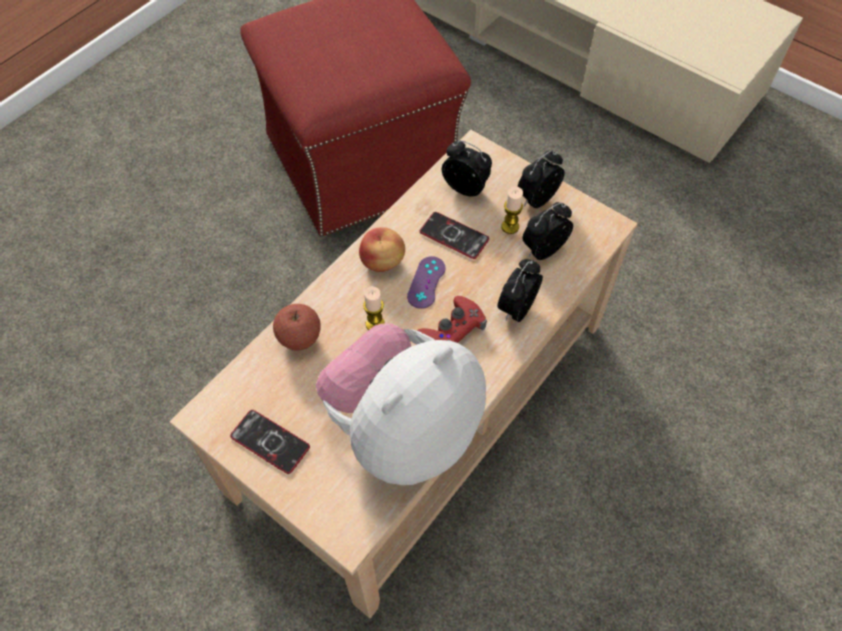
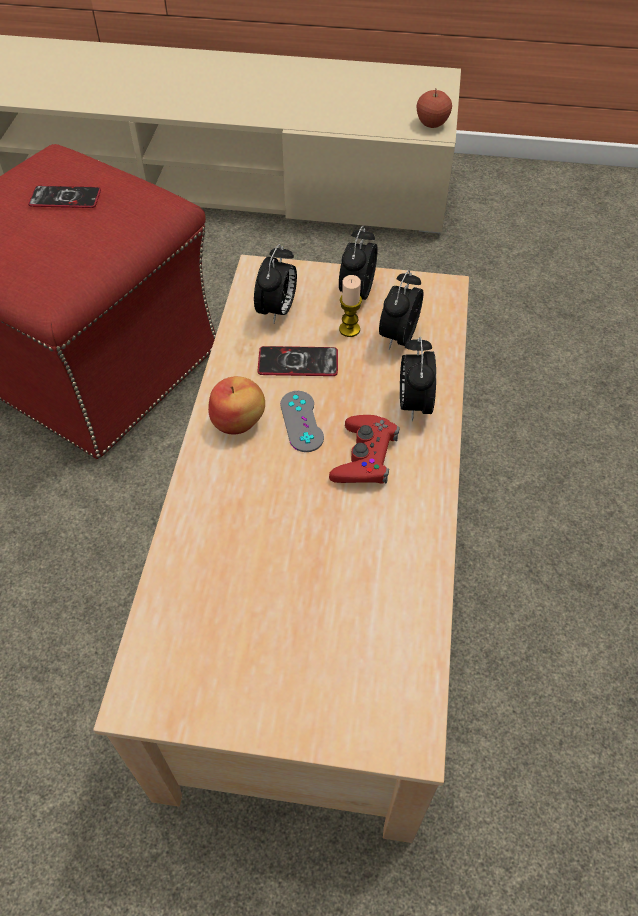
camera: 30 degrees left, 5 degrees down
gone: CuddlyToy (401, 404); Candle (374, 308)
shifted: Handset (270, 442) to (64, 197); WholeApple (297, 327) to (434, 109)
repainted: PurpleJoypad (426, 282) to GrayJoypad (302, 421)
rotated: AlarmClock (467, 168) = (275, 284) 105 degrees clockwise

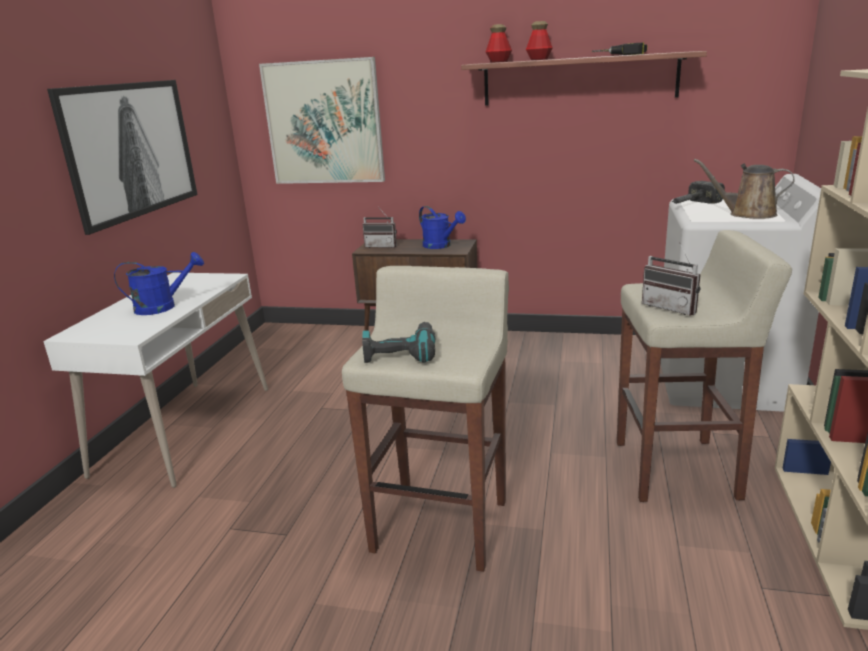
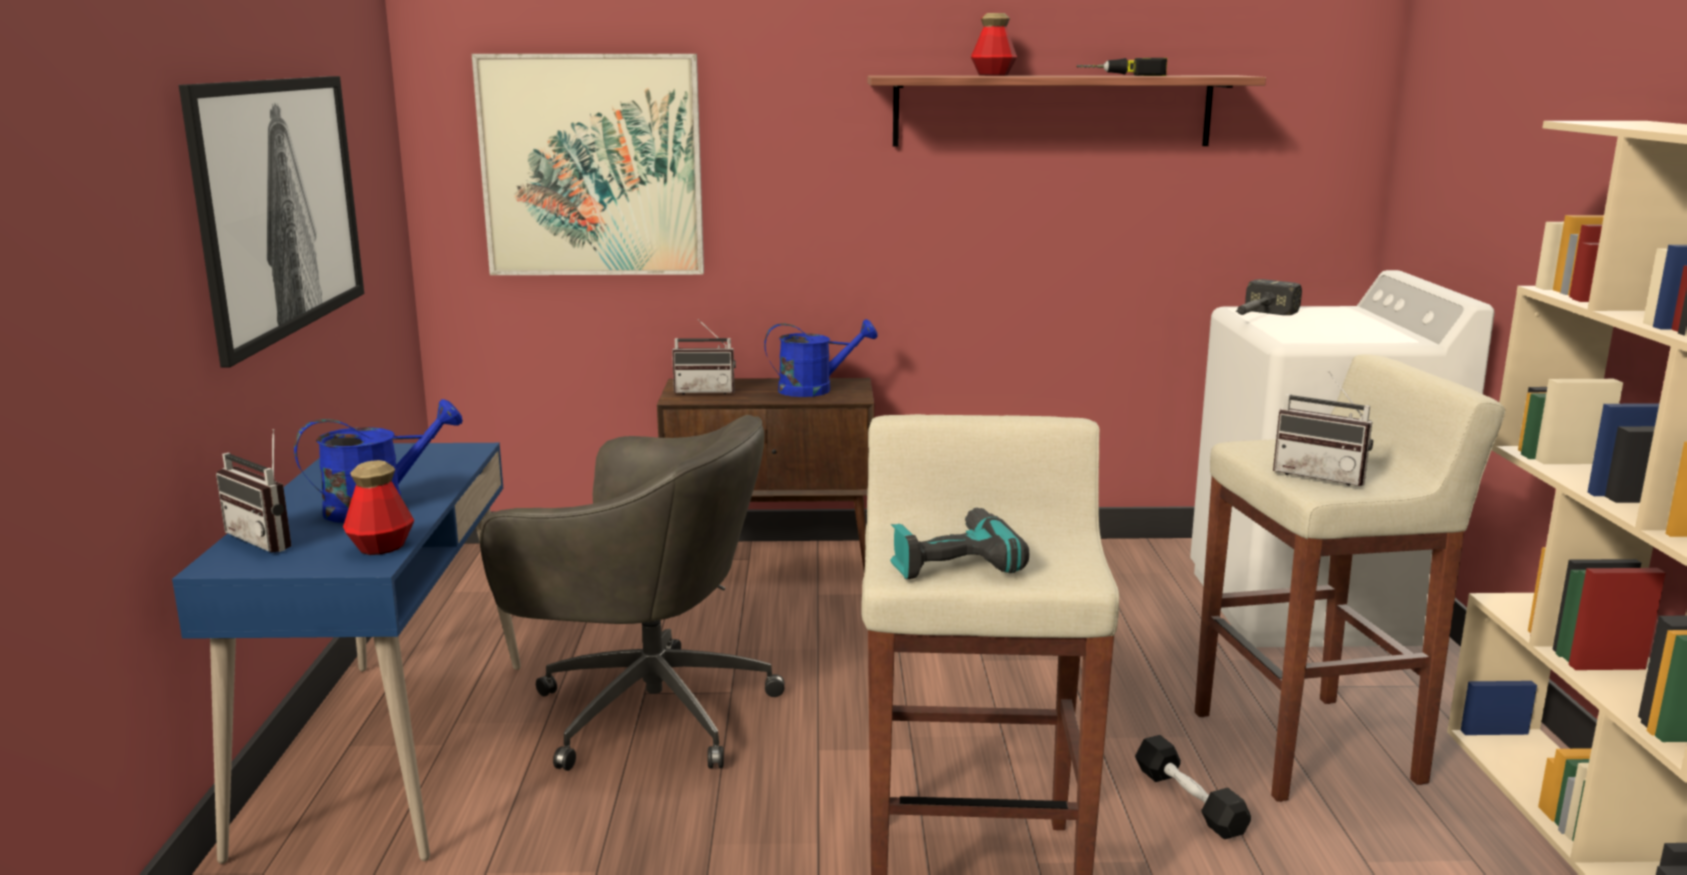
camera: 15 degrees left, 5 degrees down
gone: BrownishSprinklingCan (744, 189)
new: Radio (254, 491); GrayOfficeChair (632, 593); BlackColouredFreeWeight (1193, 787)
shifted: DrinkBottle (499, 43) to (379, 507)
repainted: WhiteDesk (155, 380) to BlueColouredDesk (346, 653)
rotated: BlueColouredSprinklingCan (442, 227) = (820, 358) 45 degrees counterclockwise

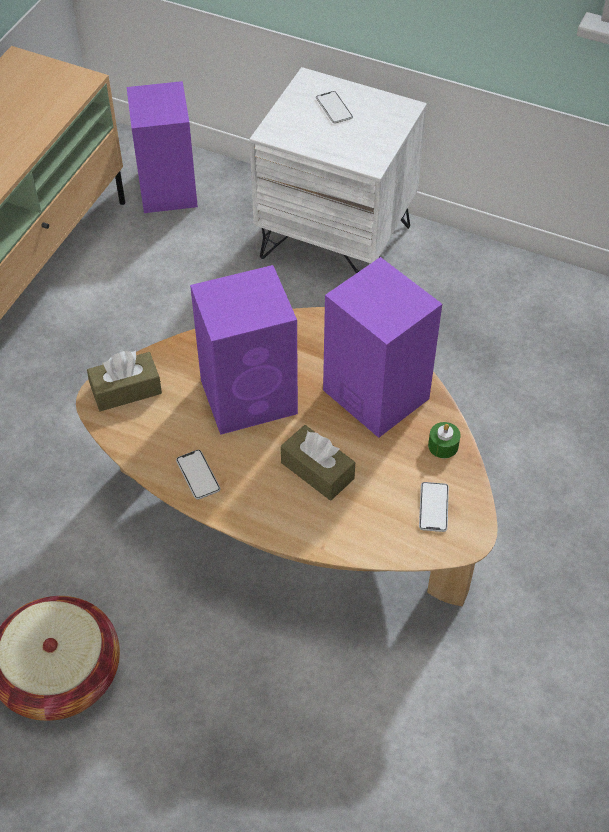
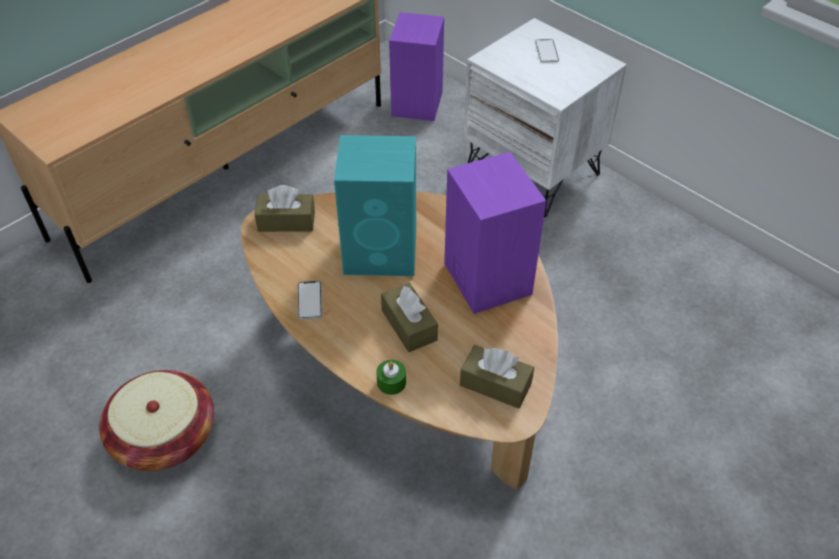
camera: 20 degrees right, 5 degrees down
shifted: GreenCandle (444, 440) to (391, 377)
swapped: Handset (434, 507) to BrownishTissueBox (497, 377)
repainted: PurpleLoudspeaker (244, 350) to TurquoiseLoudspeaker (375, 205)

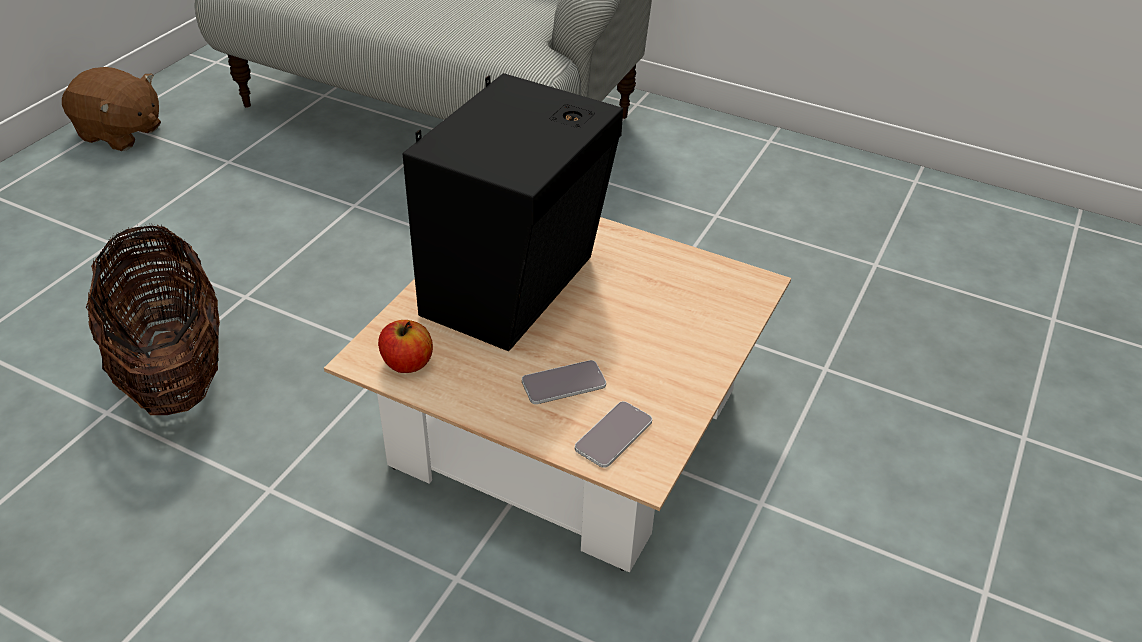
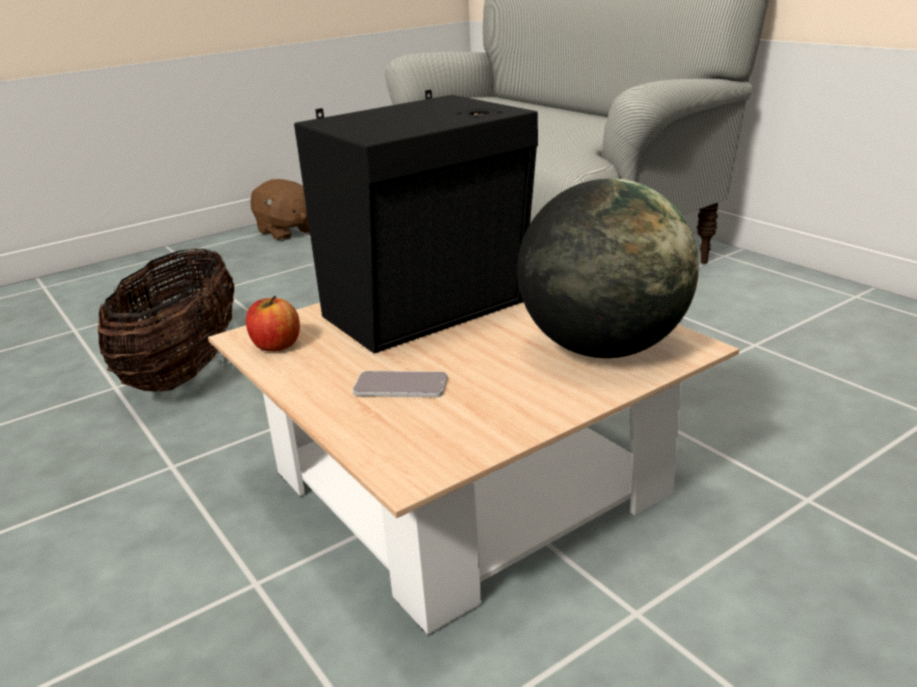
camera: 30 degrees right, 15 degrees down
gone: Handset (613, 434)
new: DeskGlobe (608, 268)

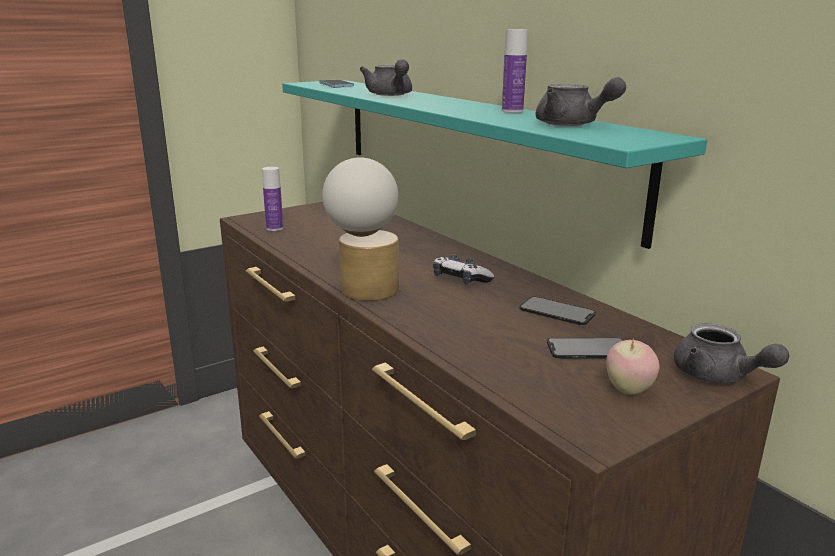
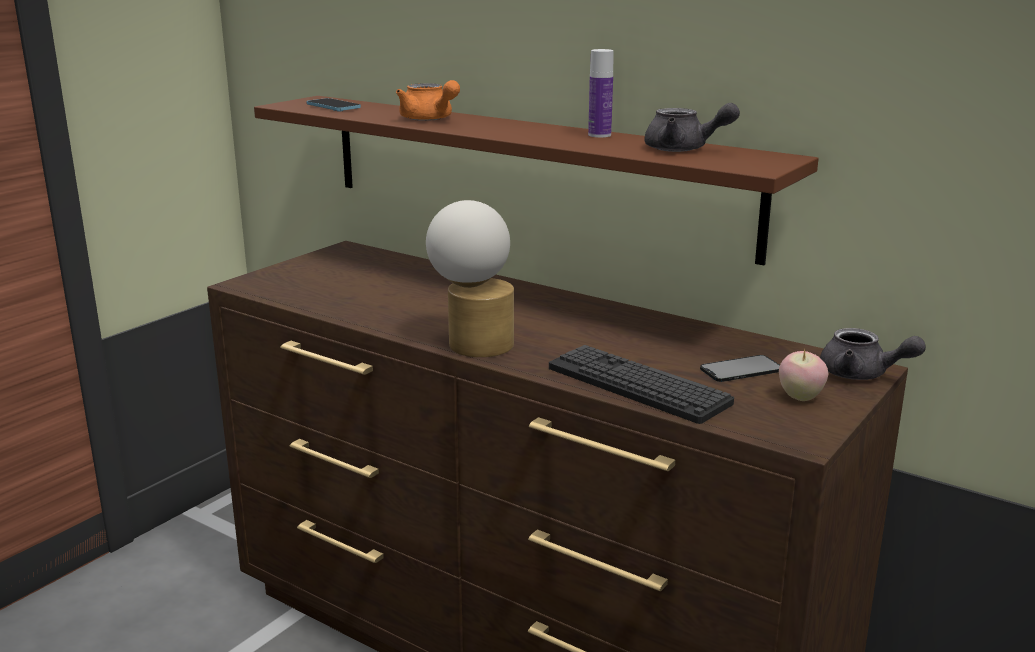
camera: 20 degrees left, 0 degrees up
gone: DrinkBottle (272, 199); Joypad (464, 269); Handset (558, 311)
new: PcKeyboard (641, 384)
repainted: TurquoiseShelf (494, 164) to BrownishShelf (536, 180); GrayTeaPot (386, 77) to OrangeColouredTeaPot (428, 100)

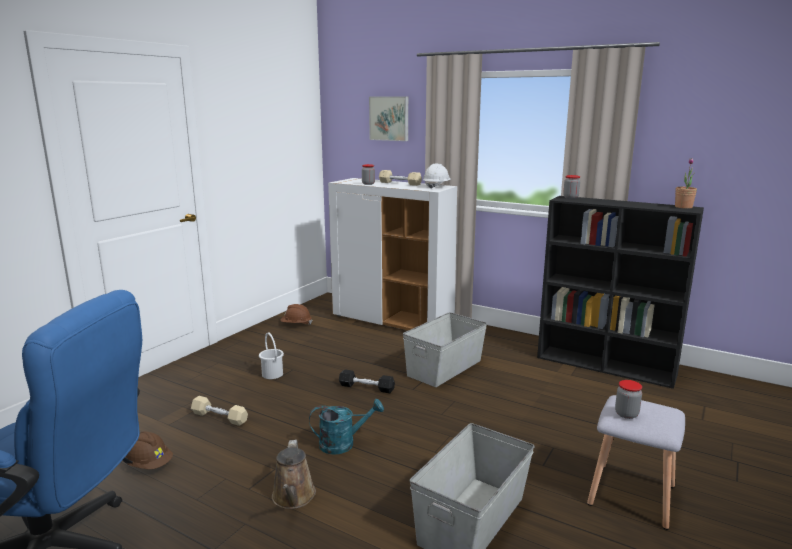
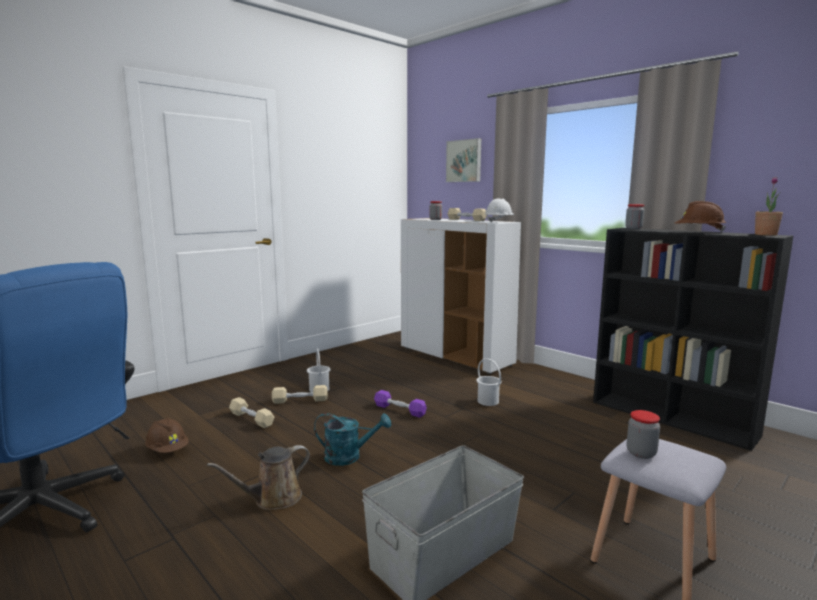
camera: 15 degrees right, 5 degrees down
new: BeigeColouredFreeWeight (300, 394)
shifted: BrownishHardHat (296, 314) to (700, 217)
swapped: GrayStorageBin (445, 349) to WhiteBucket (489, 382)
repainted: BlackColouredFreeWeight (367, 381) to PurpleFreeWeight (400, 404)
rotated: BrownishSprinklingCan (294, 474) = (258, 477) 45 degrees clockwise

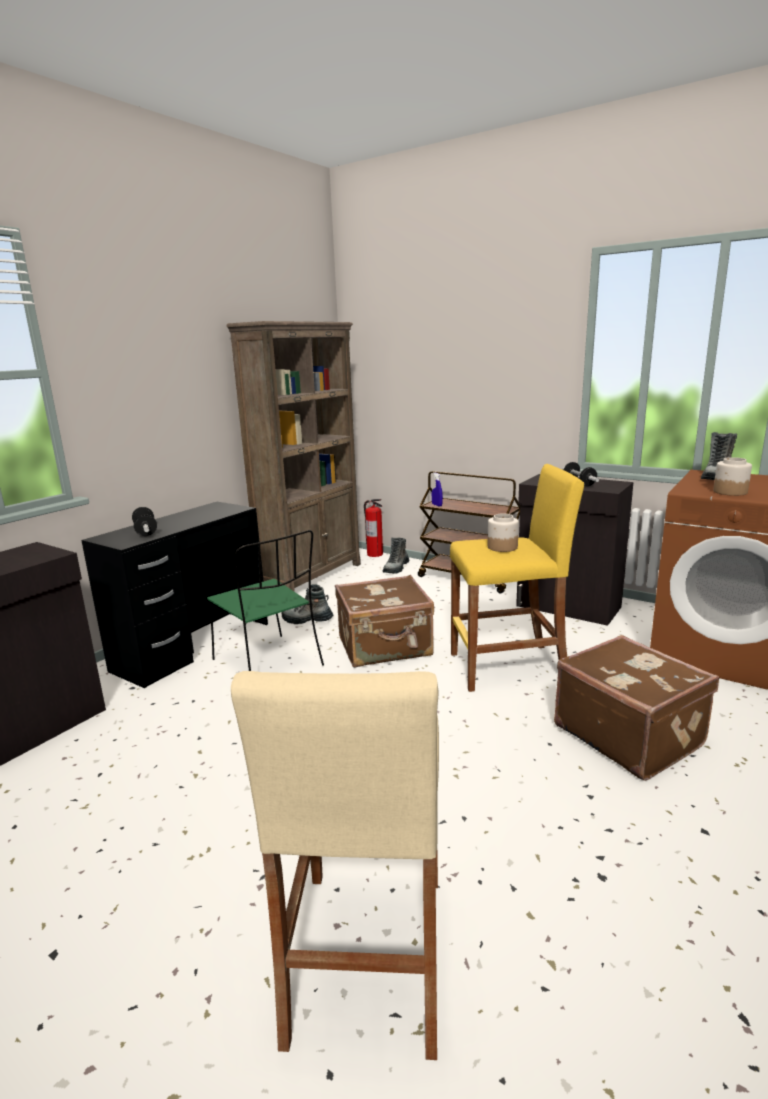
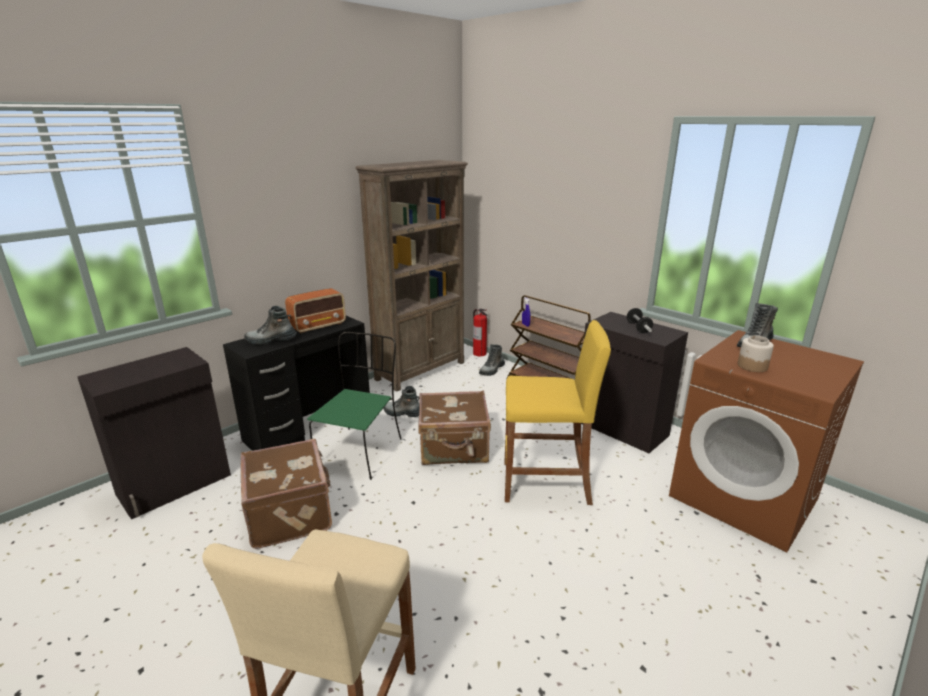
camera: 10 degrees right, 5 degrees up
gone: Jar (503, 533)
new: Radio (315, 311)
shifted: BrownishPieceOfLuggage (636, 708) to (286, 494)
swapped: FreeWeight (144, 521) to Boot (270, 325)
rotated: GreenUprightChair (265, 600) = (354, 406) 135 degrees counterclockwise

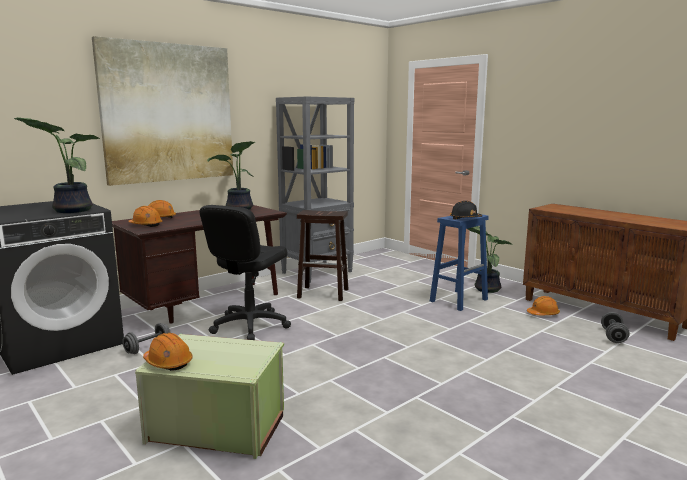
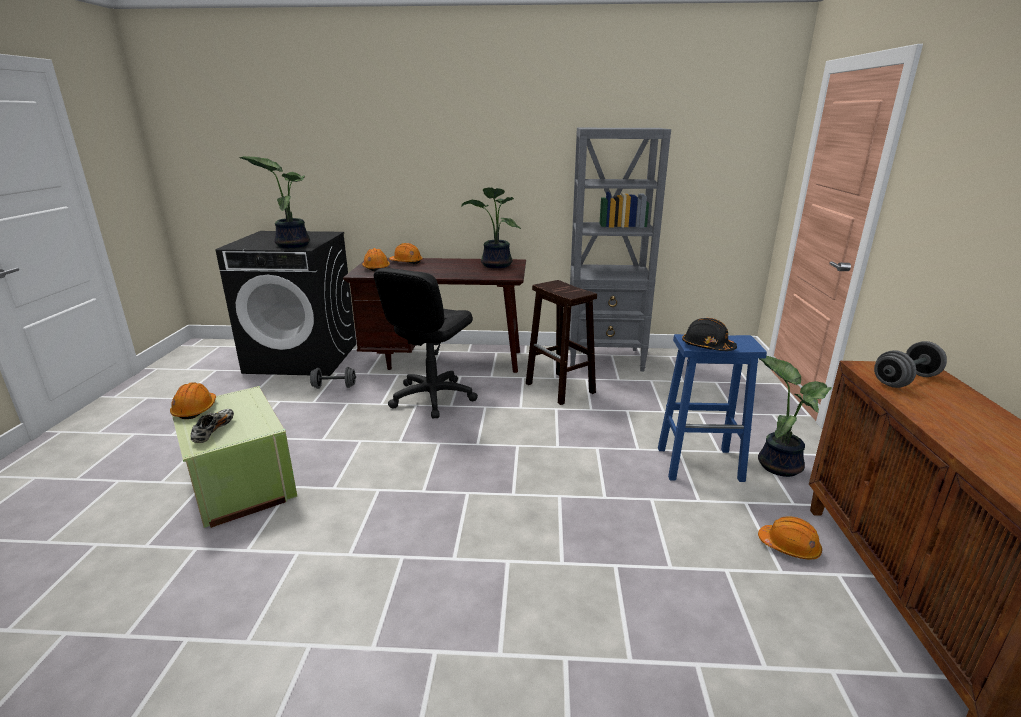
camera: 45 degrees right, 10 degrees up
gone: WallArt (162, 111)
new: ItemOfFootwear (212, 426)
shifted: GrayFreeWeight (615, 327) to (910, 364)
rotated: BlackColouredOfficeChair (245, 272) = (426, 343) 45 degrees counterclockwise

